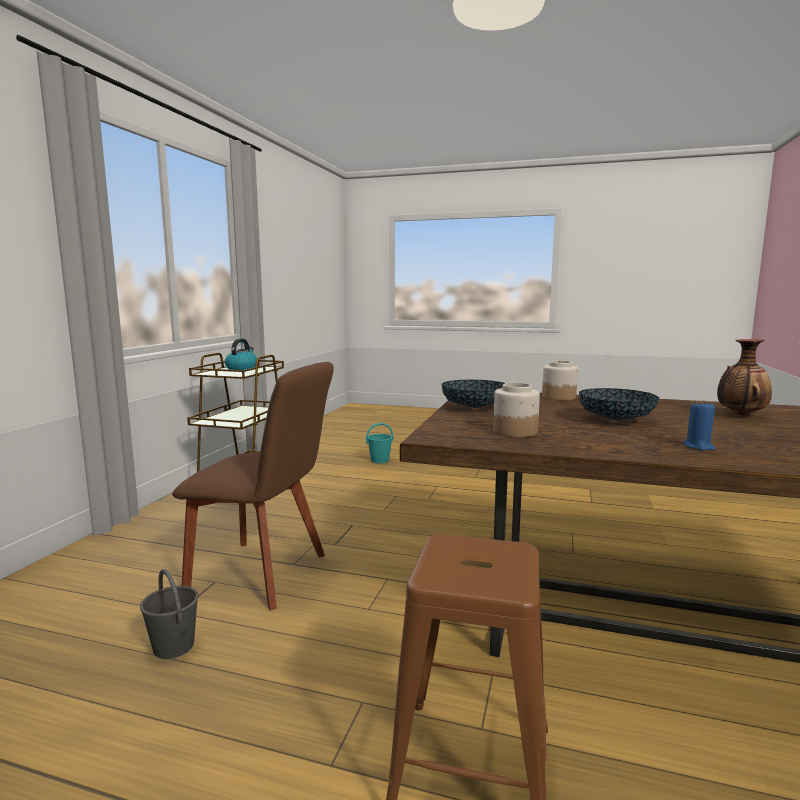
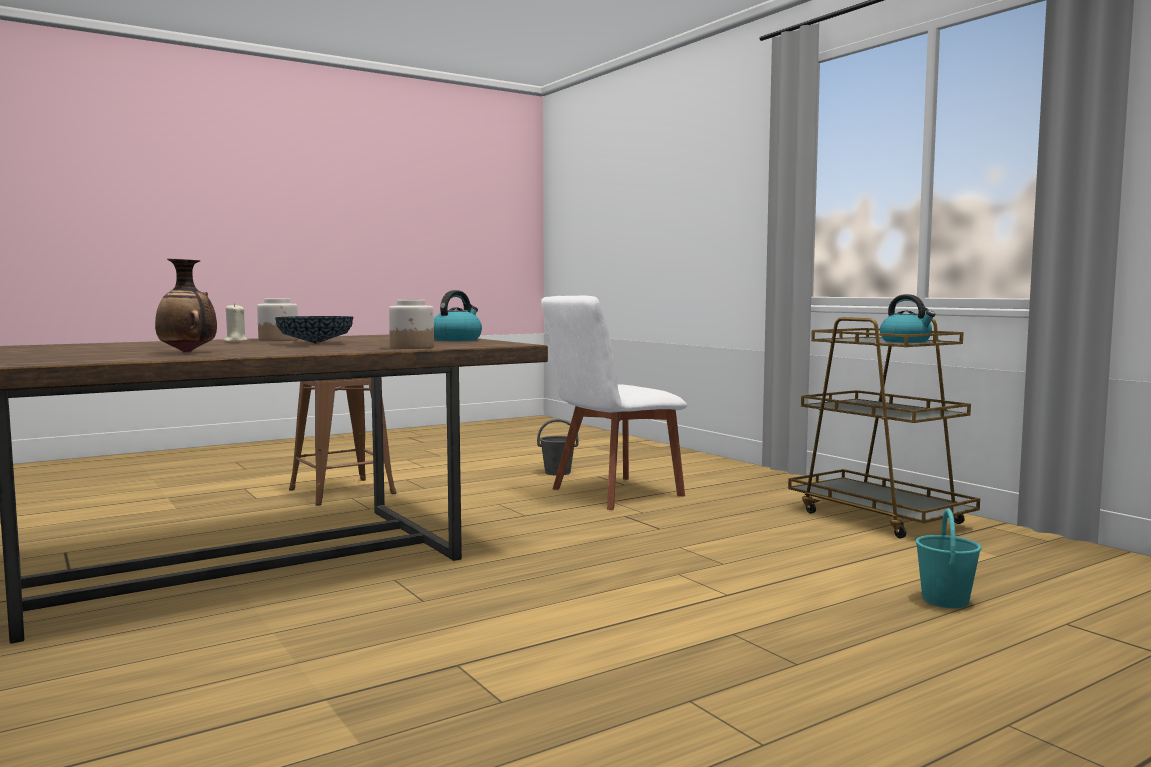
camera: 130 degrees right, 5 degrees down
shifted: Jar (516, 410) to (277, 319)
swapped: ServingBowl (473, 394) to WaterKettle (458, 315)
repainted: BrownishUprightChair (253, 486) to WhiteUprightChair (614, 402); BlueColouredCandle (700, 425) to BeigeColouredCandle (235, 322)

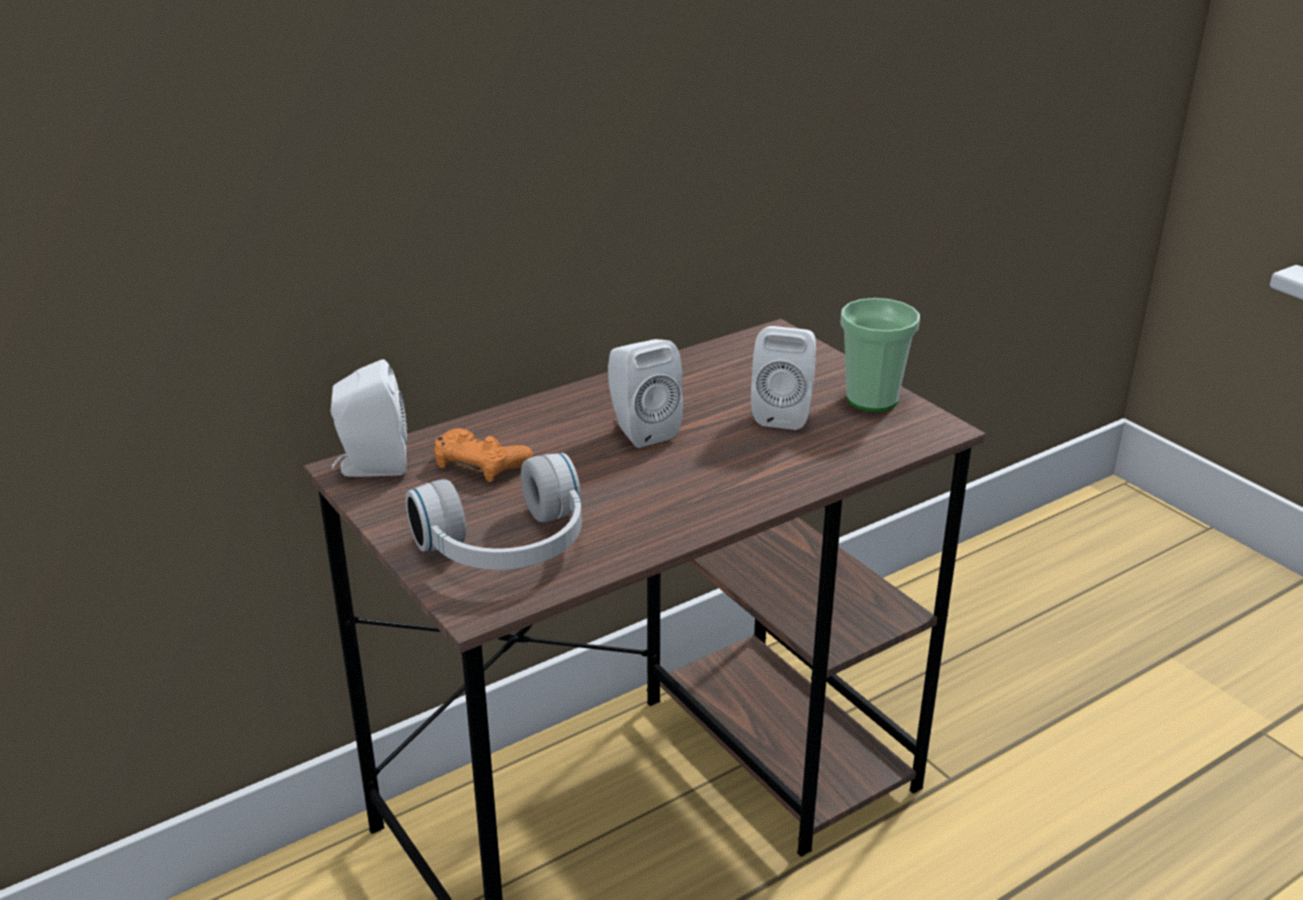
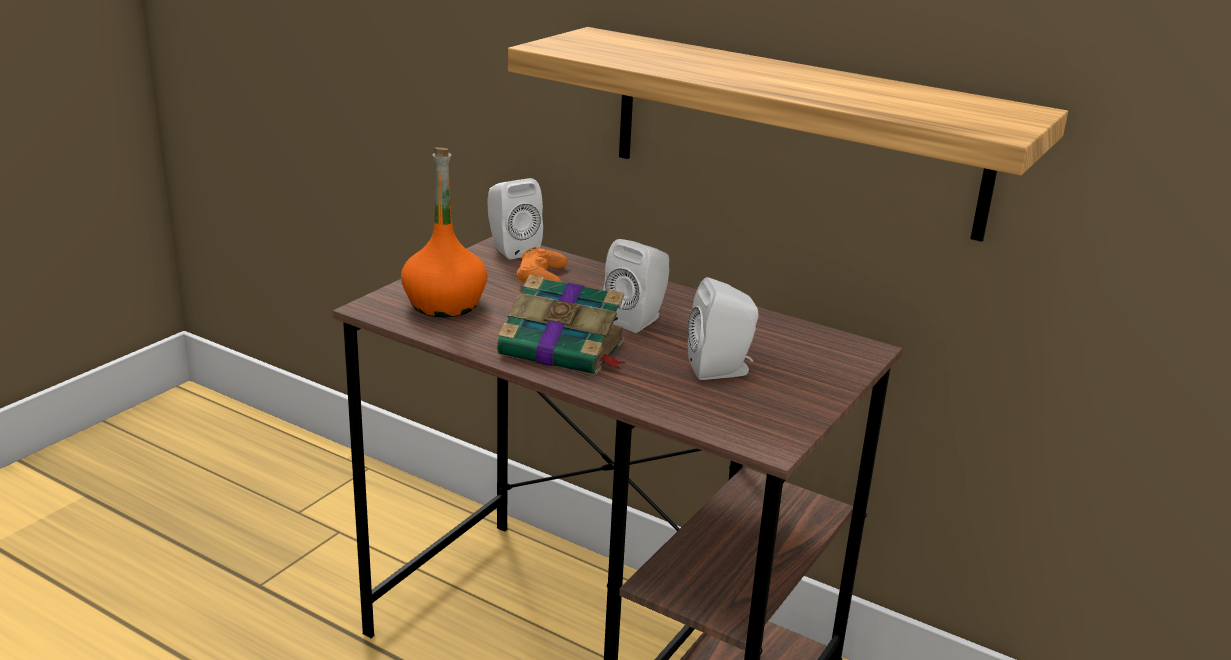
camera: 65 degrees right, 5 degrees down
gone: Cup (880, 355)
new: Volume (561, 325); Shelf (788, 134)
swapped: WhitePairOfHeadphones (494, 511) to OrangeColouredDrinkBottle (444, 232)

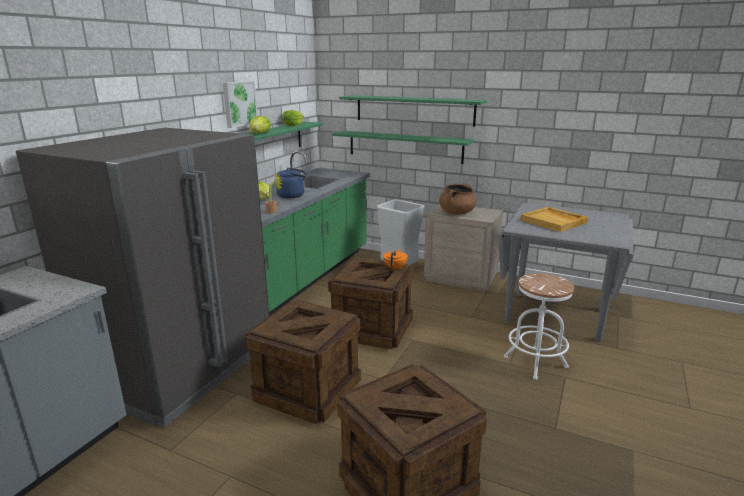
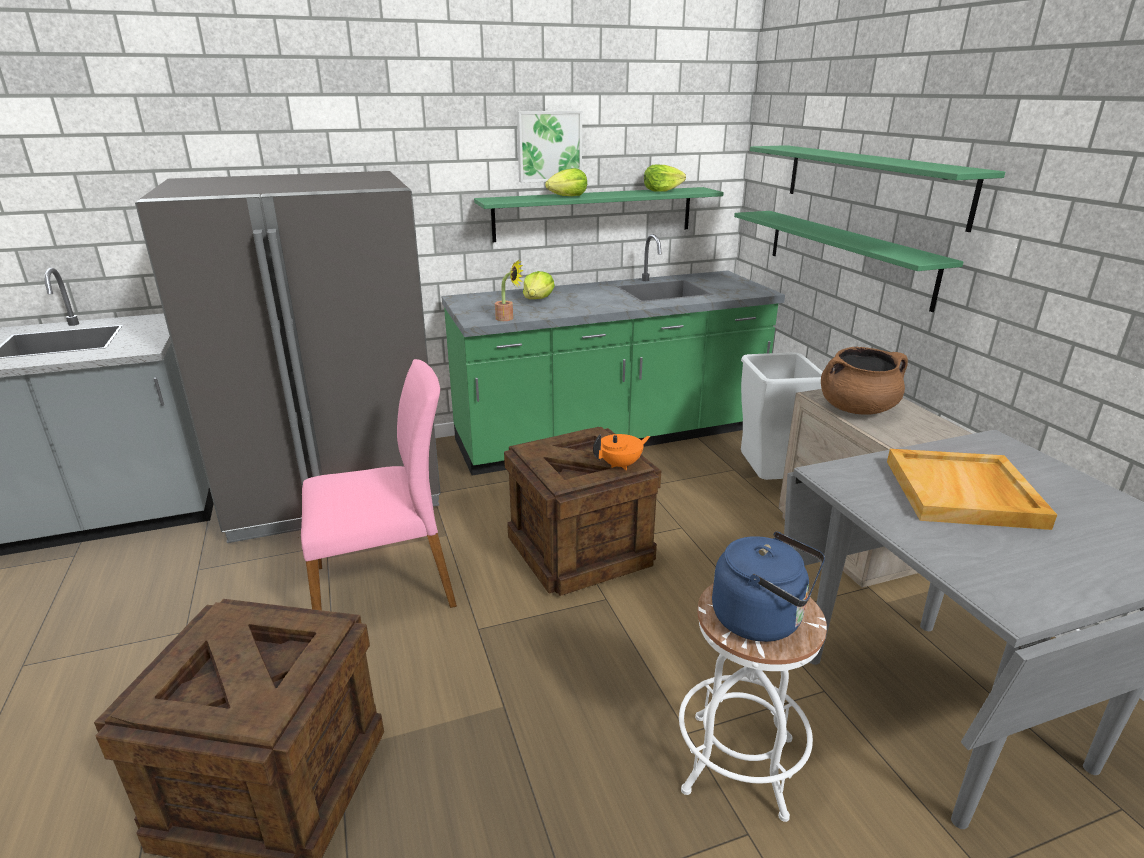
camera: 45 degrees right, 5 degrees up
shifted: BlueColouredWaterKettle (291, 183) to (768, 587)
swapped: PackingCrate (303, 362) to PinkUprightChair (379, 484)

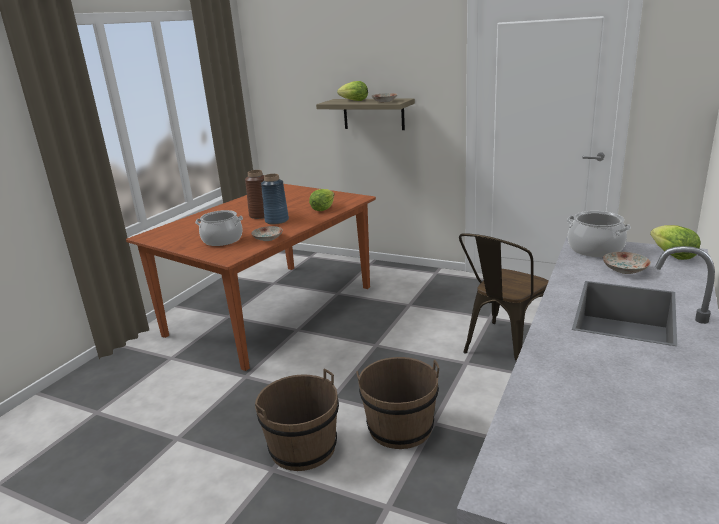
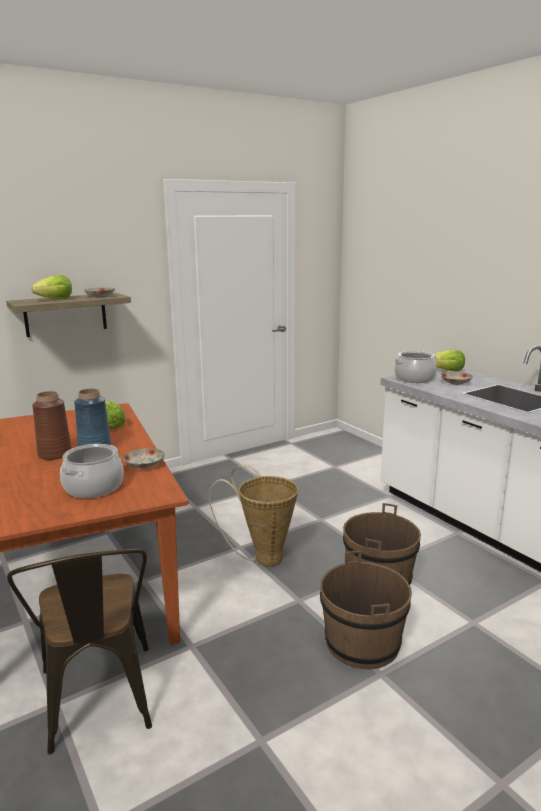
camera: 60 degrees left, 5 degrees down
new: Basket (253, 516)
shifted: BrownishUprightChair (504, 297) to (79, 652)

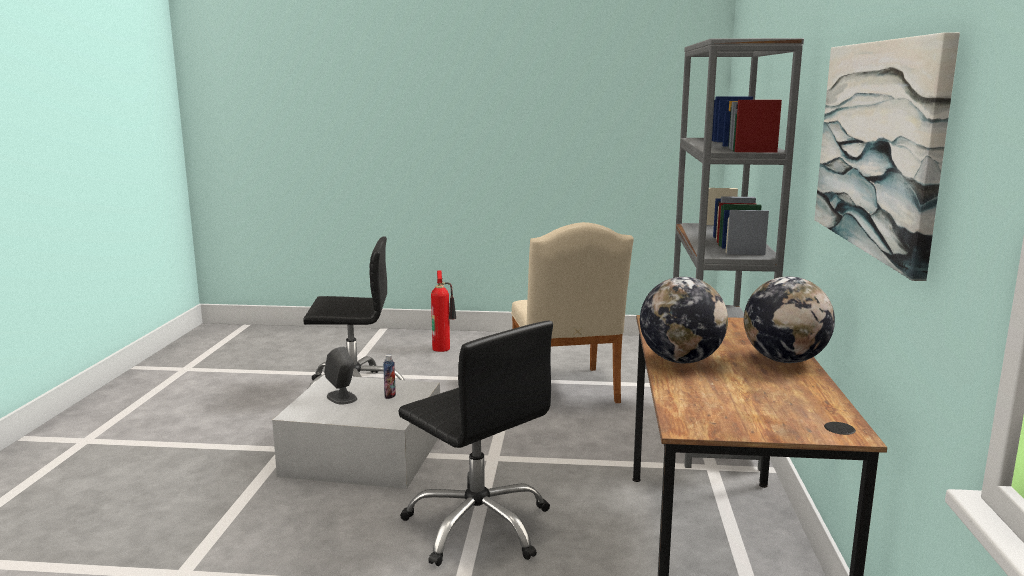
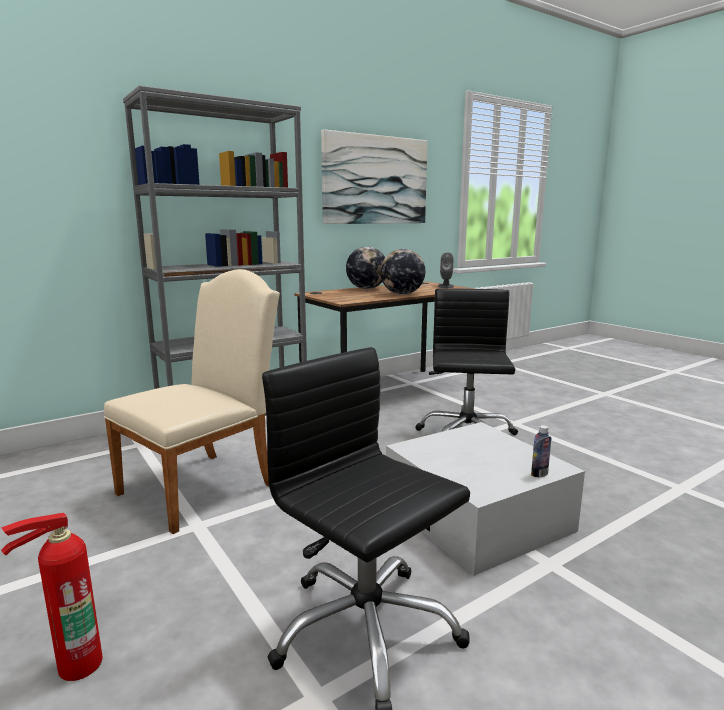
camera: 130 degrees left, 0 degrees up
shifted: GrayLoudspeaker (340, 376) to (446, 270); DrinkBottle (389, 376) to (541, 451)

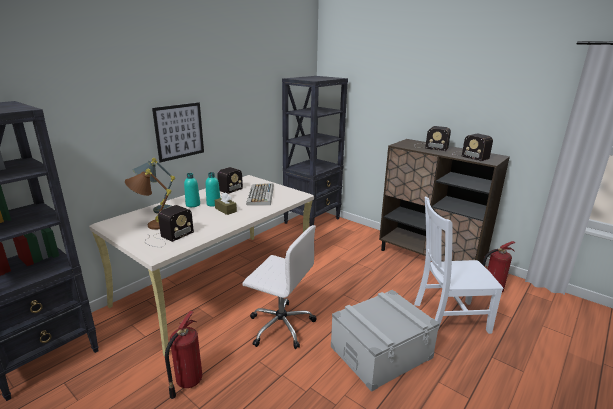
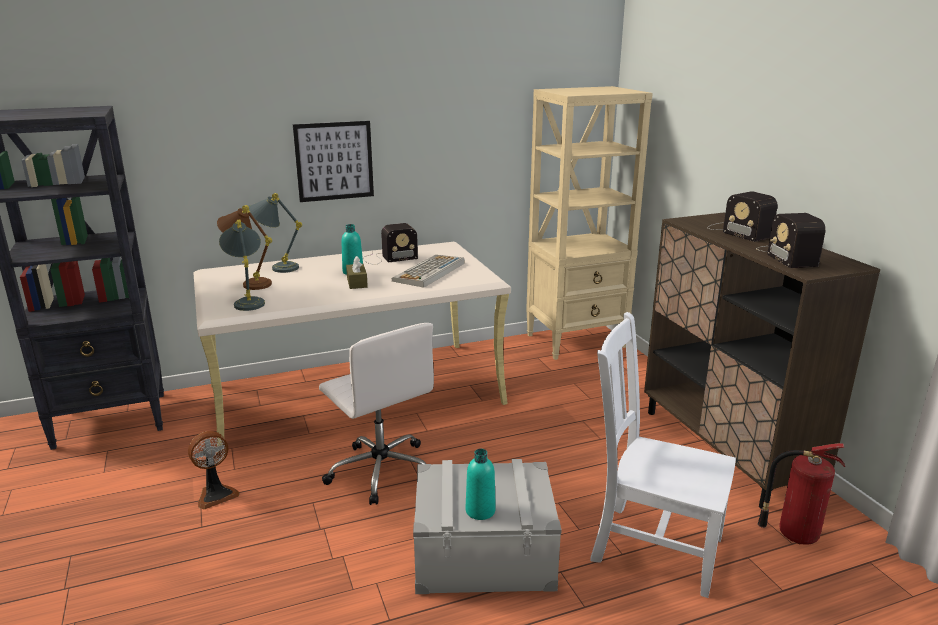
camera: 30 degrees right, 0 degrees up
shifted: TurquoiseDrinkBottle (192, 190) to (481, 484)
swapped: Radio (169, 226) to GrayLampForATable (242, 265); Extinguisher (183, 355) to CoolingFan (214, 470)
repainted: BlackColouredShelvingUnit (315, 151) to BeigeColouredShelvingUnit (589, 223)

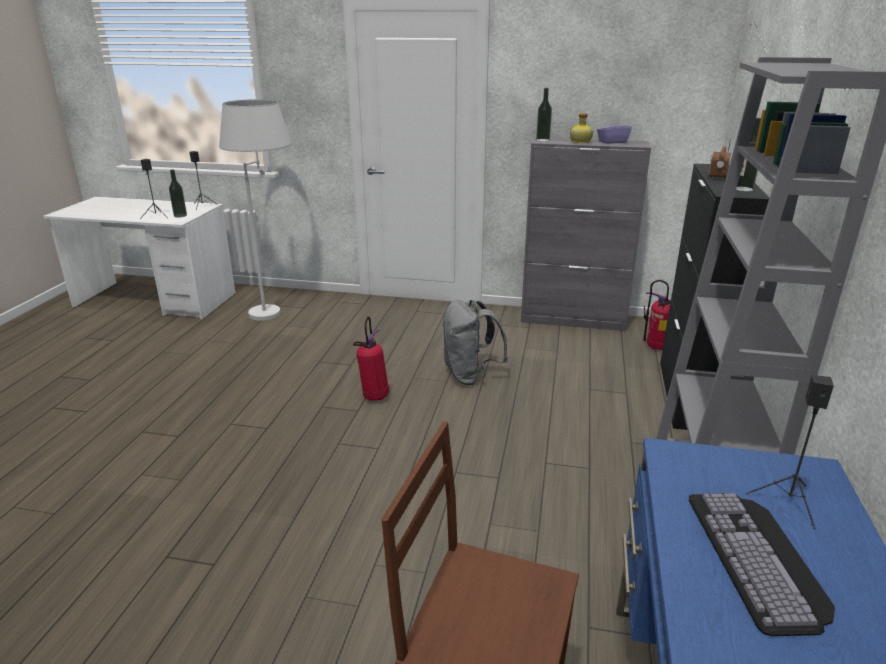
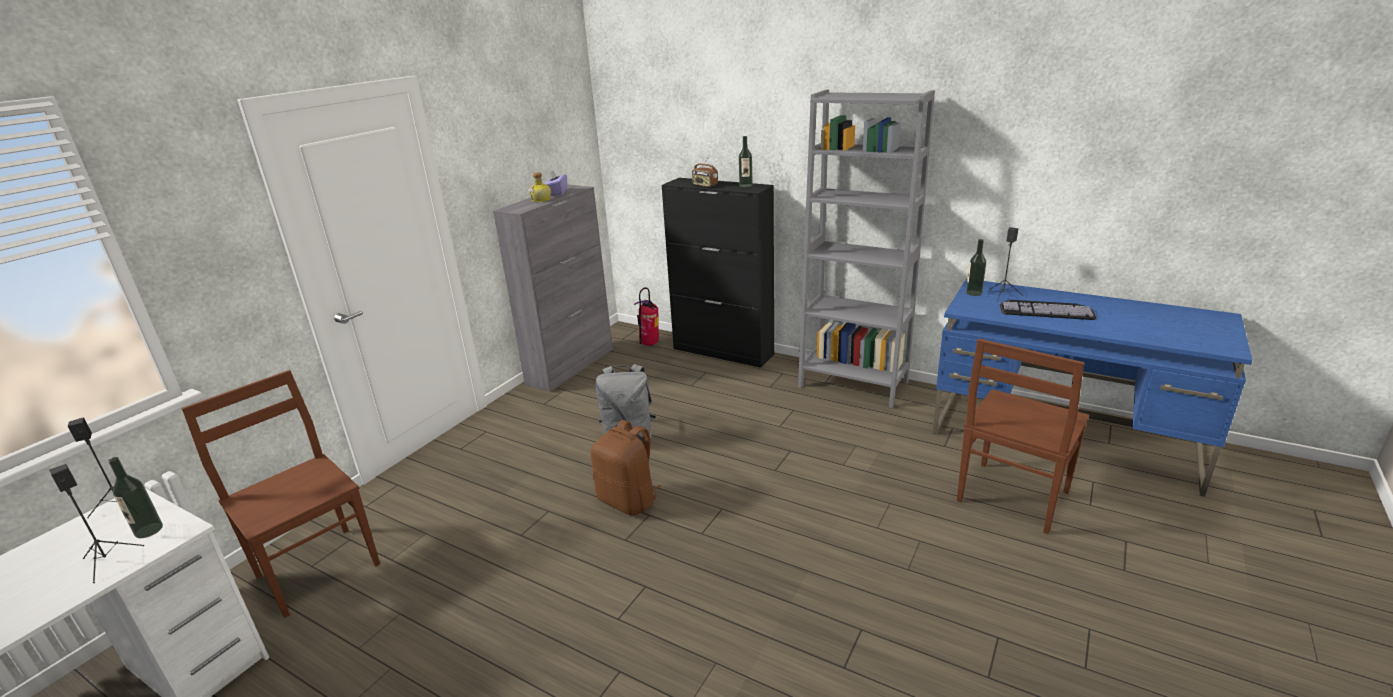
camera: 70 degrees left, 0 degrees up
shifted: DrinkBottle (544, 115) to (976, 267)
swapped: WhiteFloorLamp (255, 210) to BrownishUprightChair (281, 494); Extinguisher (371, 358) to BrownishRucksack (626, 467)

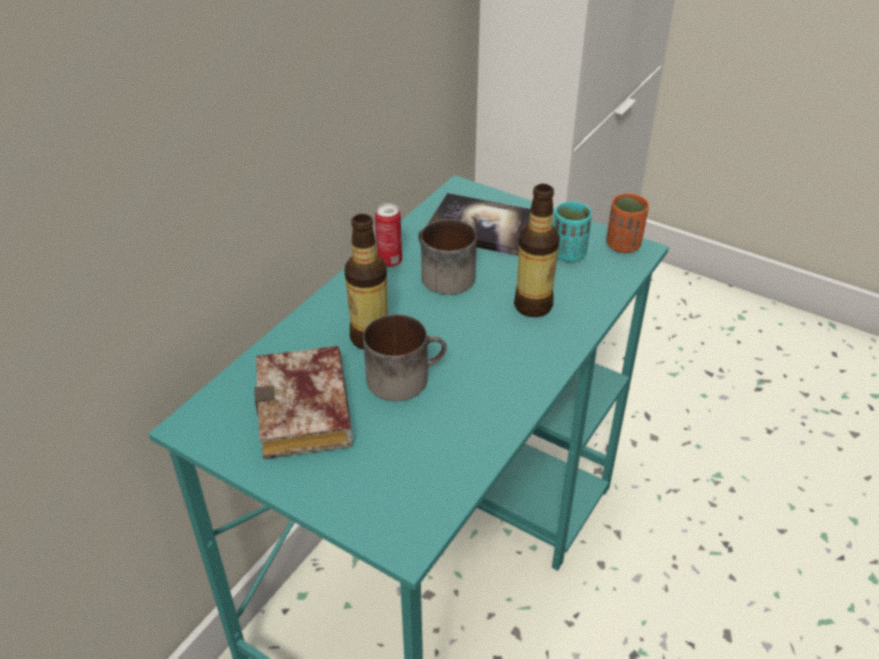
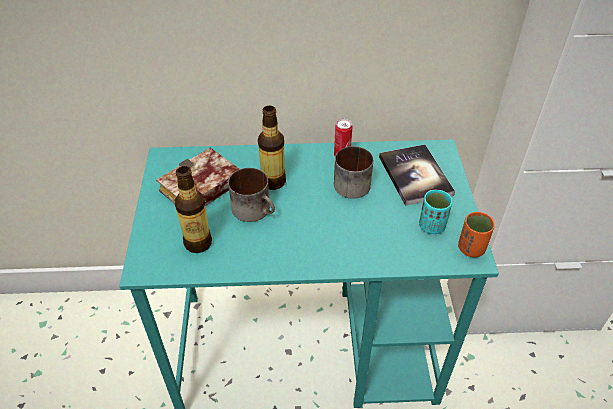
camera: 55 degrees right, 5 degrees up
shifted: DrinkBottle (537, 250) to (193, 209)

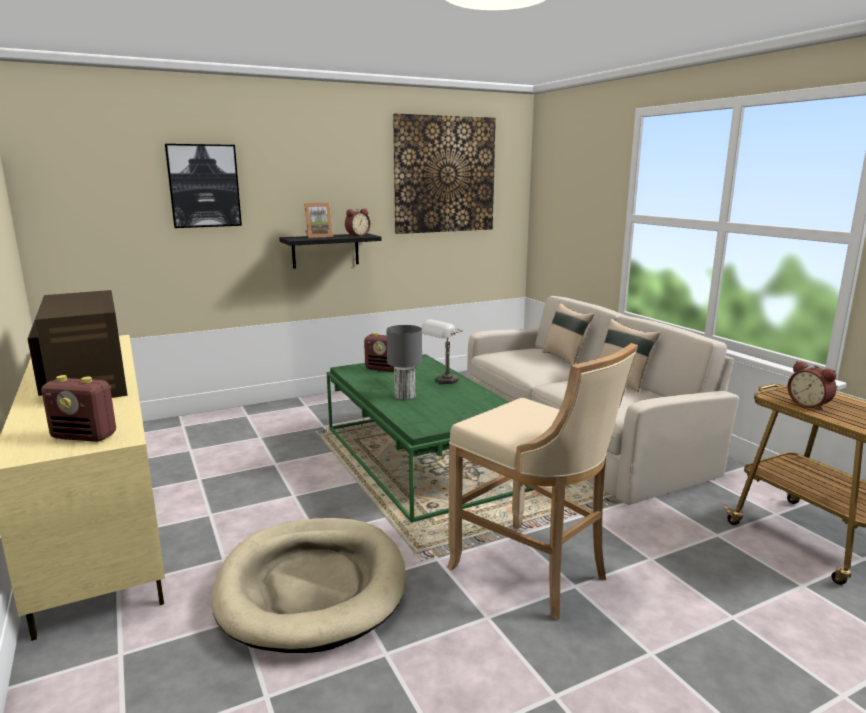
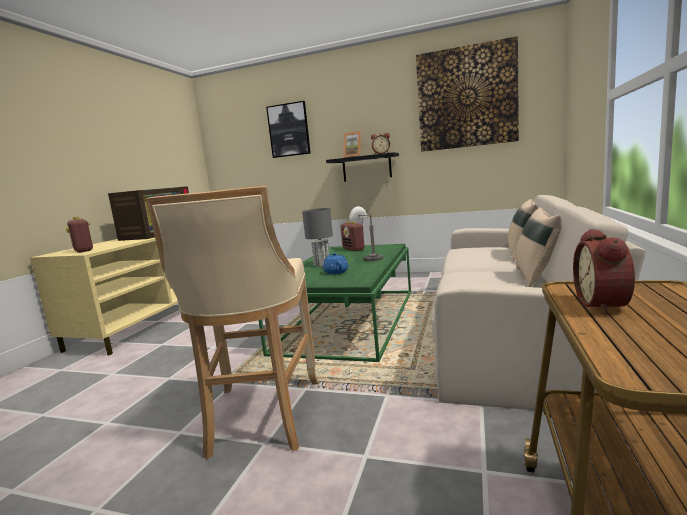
camera: 45 degrees right, 5 degrees down
gone: BeigeColouredPetBed (309, 585)
new: BlueColouredTeaPot (335, 263)

